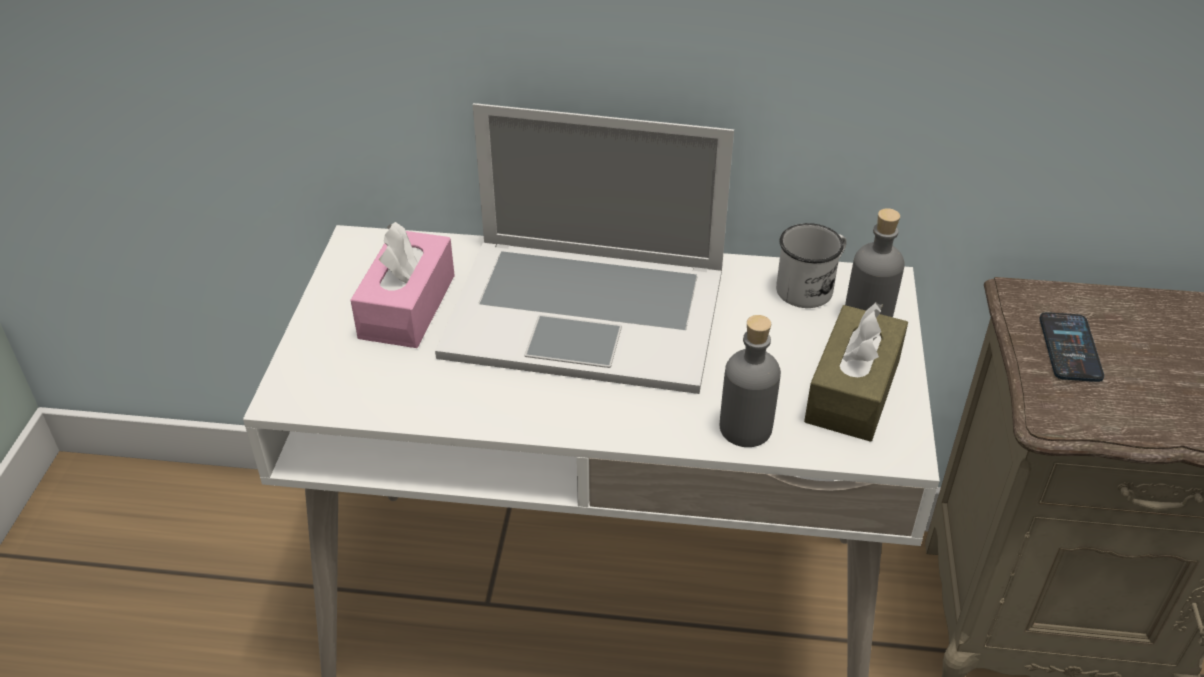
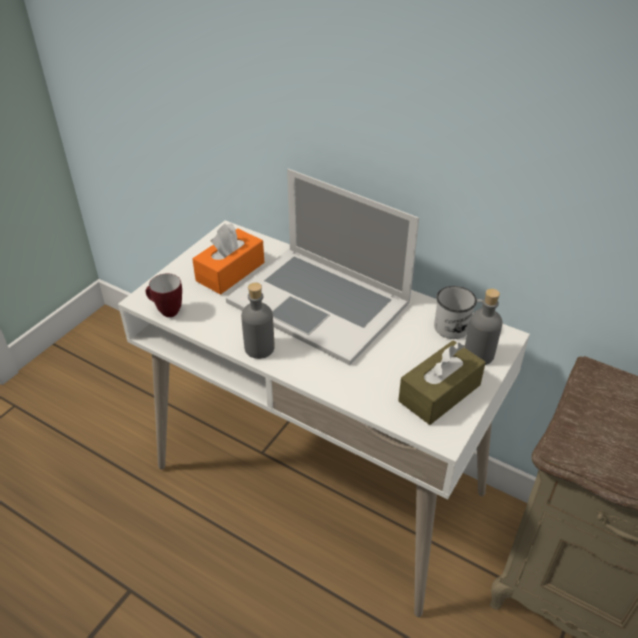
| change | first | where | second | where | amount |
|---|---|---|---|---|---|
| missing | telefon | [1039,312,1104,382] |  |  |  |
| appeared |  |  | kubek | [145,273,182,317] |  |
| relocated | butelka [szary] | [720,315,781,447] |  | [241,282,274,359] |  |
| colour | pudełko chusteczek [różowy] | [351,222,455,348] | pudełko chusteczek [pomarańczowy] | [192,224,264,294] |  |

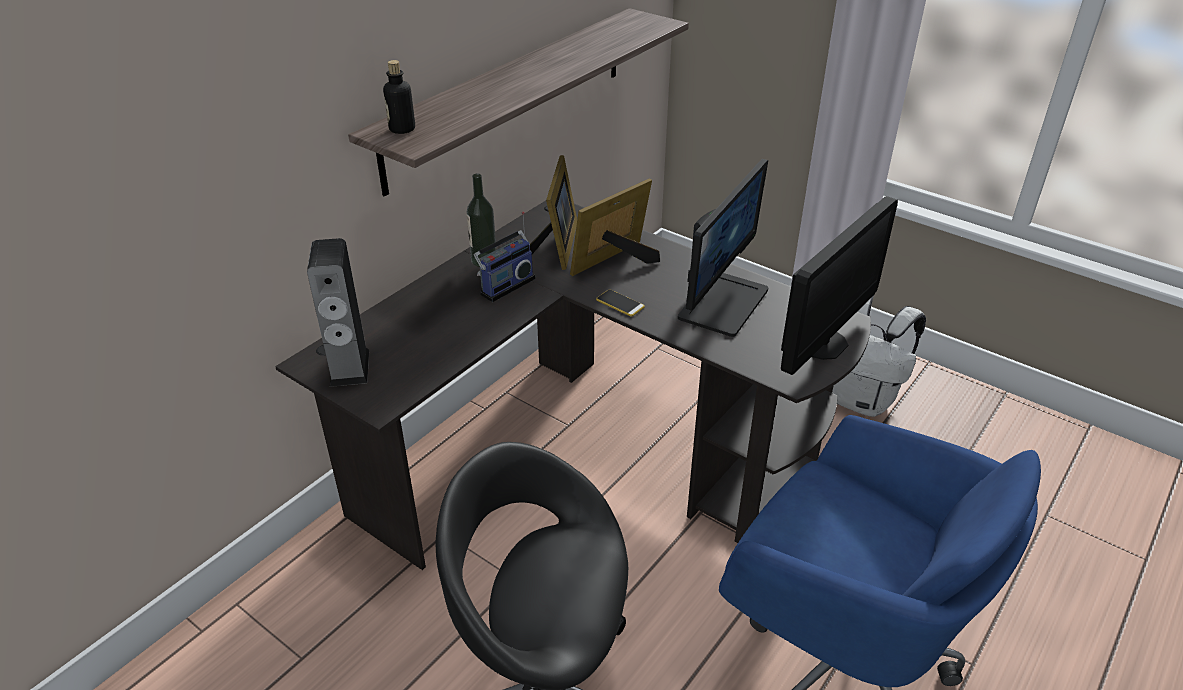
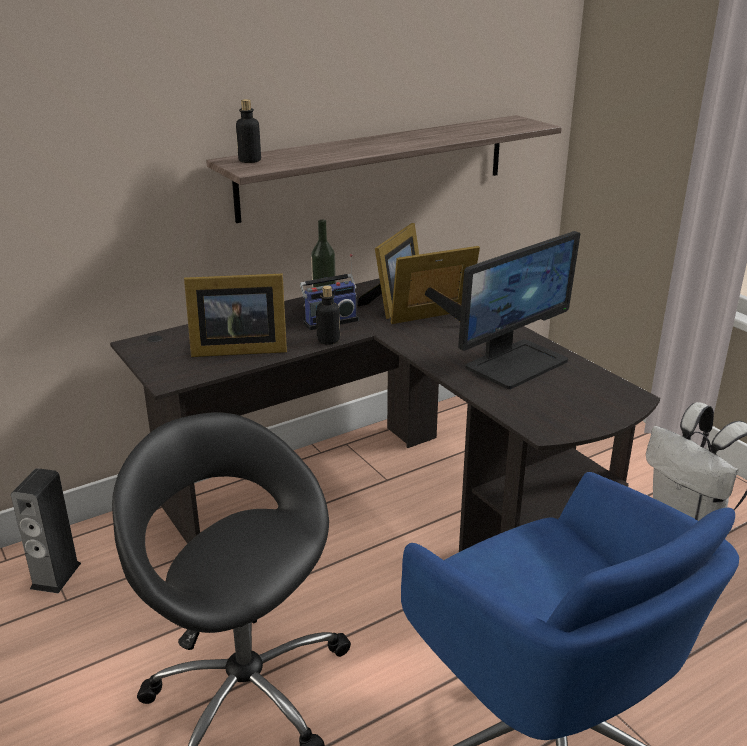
| change | first | where | second | where | amount |
|---|---|---|---|---|---|
| missing | telefon | [596,289,645,317] |  |  |  |
| missing | monitor | [781,196,898,375] |  |  |  |
| appeared |  |  | ramka na zdjęcie | [184,273,287,357] |  |
| appeared |  |  | butelka | [316,286,340,345] |  |
| relocated | głośnik | [307,238,369,387] |  | [11,468,81,593] |  |

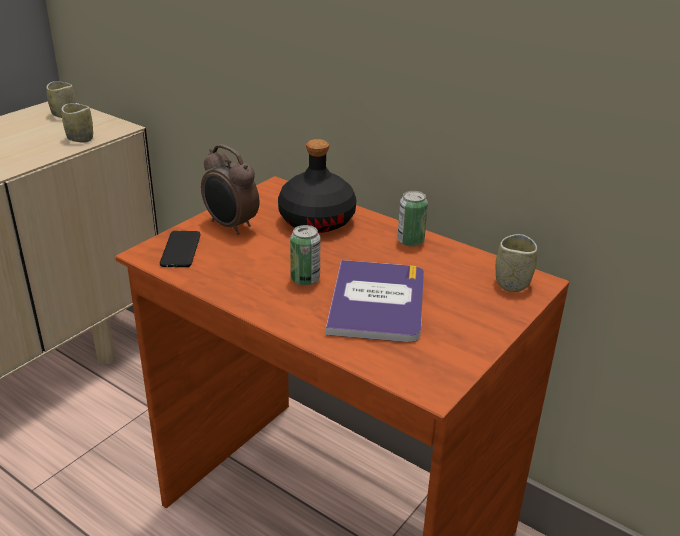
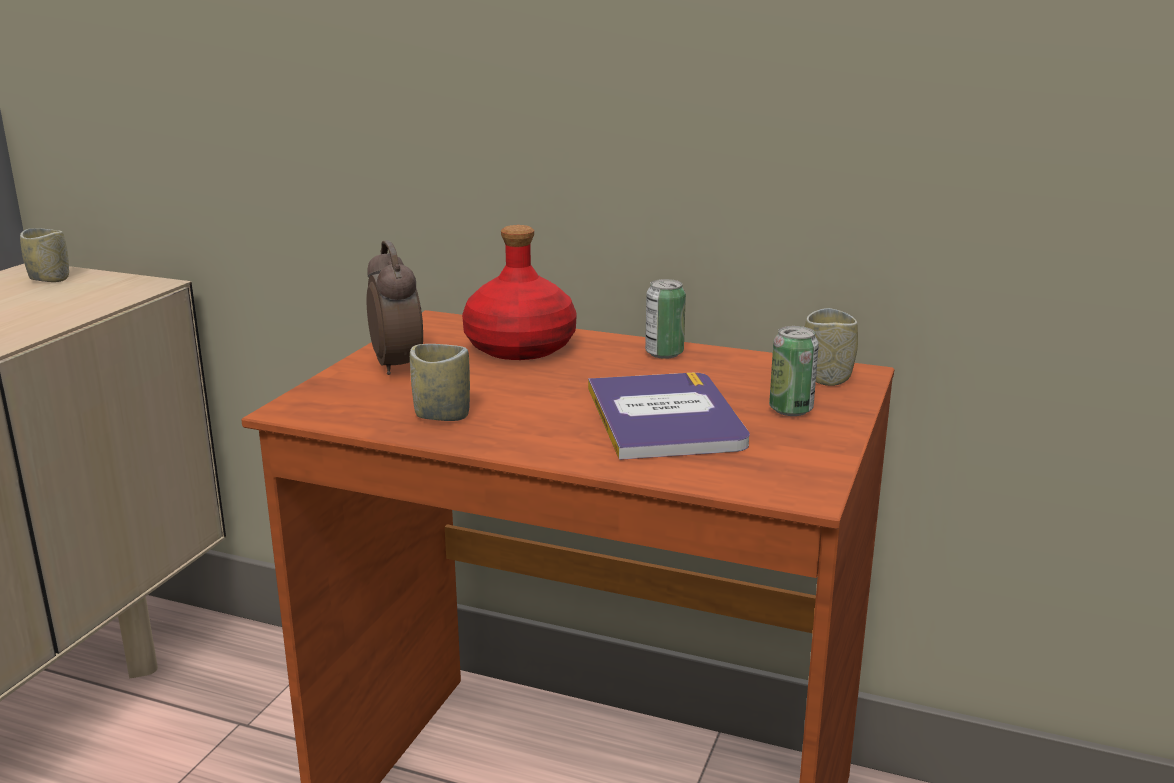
| change | first | where | second | where | amount |
|---|---|---|---|---|---|
| missing | telefon | [160,231,201,267] |  |  |  |
| relocated | filiżanka | [61,104,93,142] |  | [410,344,470,421] |  |
| relocated | puszka | [290,225,320,286] |  | [769,326,819,416] |  |
| colour | butelka [czarny] | [278,139,356,233] | butelka [czerwony] | [462,225,577,360] |  |
| spun | budzik | [201,145,259,235] |  | [366,240,423,375] | 135 degrees counterclockwise |

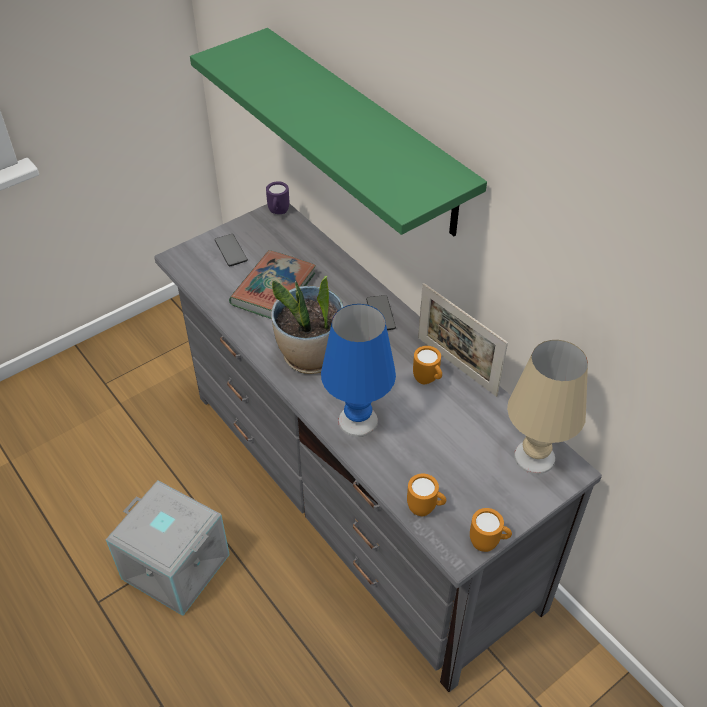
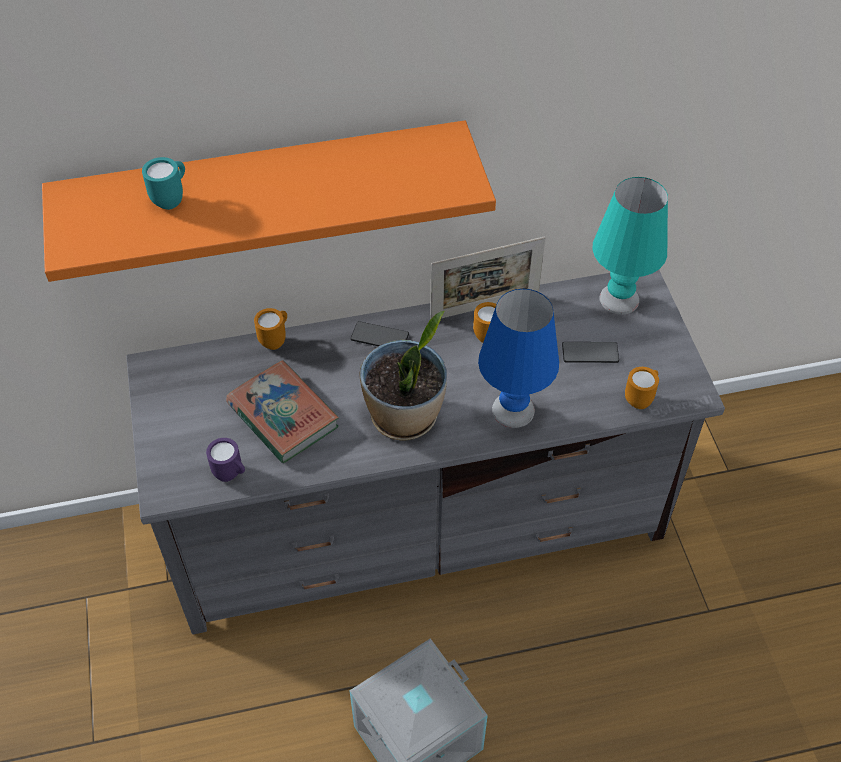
| change | first | where | second | where | amount |
|---|---|---|---|---|---|
| appeared |  |  | kubek [turkusowy] | [142,157,185,210] |  |
| relocated | telefon | [215,234,248,267] |  | [562,342,619,363] |  |
| relocated | kubek [fioletowy] | [266,181,289,214] |  | [206,438,245,482] |  |
| relocated | kubek [pomarańczowy] | [470,508,512,552] |  | [254,308,287,350] |  |
| colour | półka [zielony] | [190,28,487,236] | półka [pomarańczowy] | [42,120,496,282] |  |
| colour | lampa stołowa [beżowy] | [507,340,588,474] | lampa stołowa [turkusowy] | [592,177,668,314] |  |

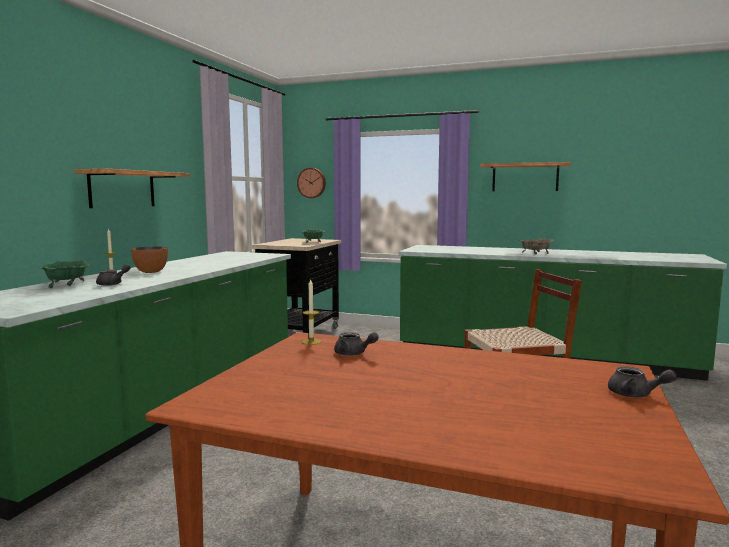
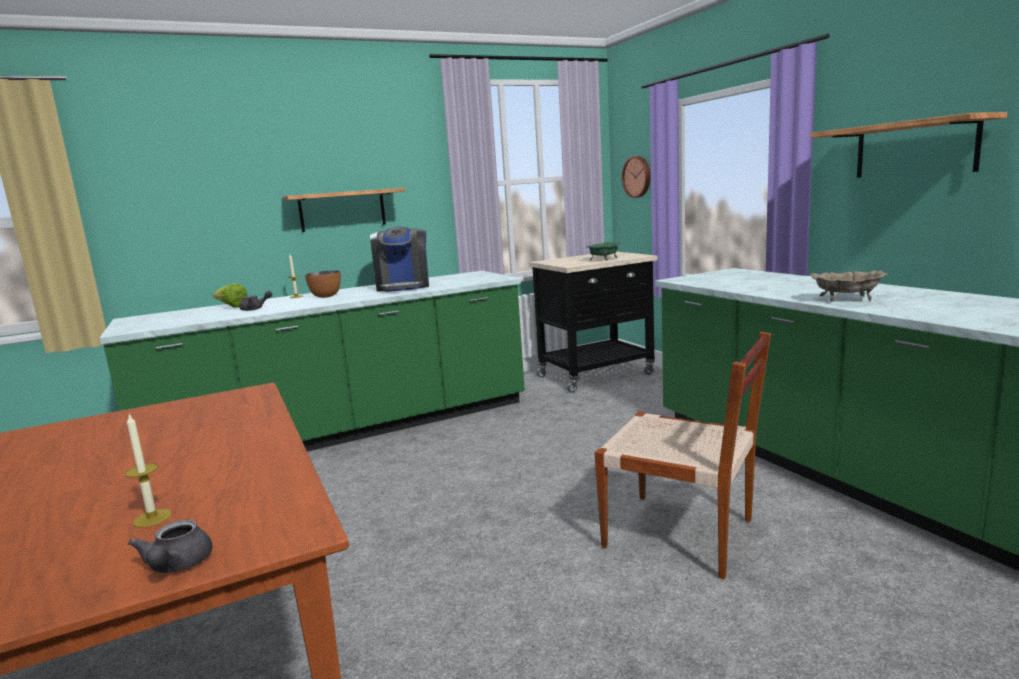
| change | first | where | second | where | amount |
|---|---|---|---|---|---|
| missing | imbryk [szary] | [334,332,379,356] |  |  |  |
| appeared |  |  | ekspres do kawy | [370,226,429,292] |  |
| relocated | świeca | [302,278,322,345] |  | [124,414,172,528] |  |
| exchanged | miska [zielony] | [39,261,90,288] | sałata | [213,283,248,308] |  |

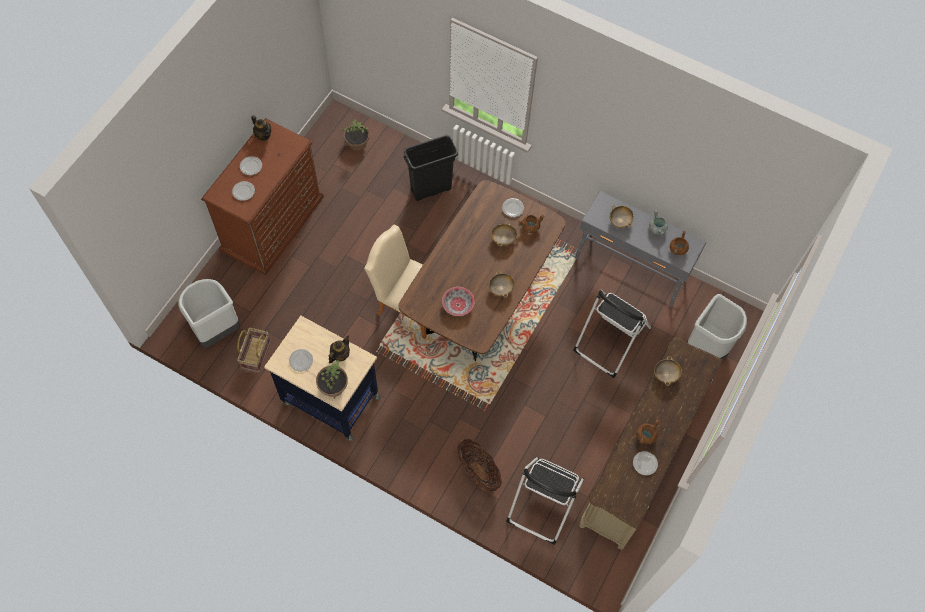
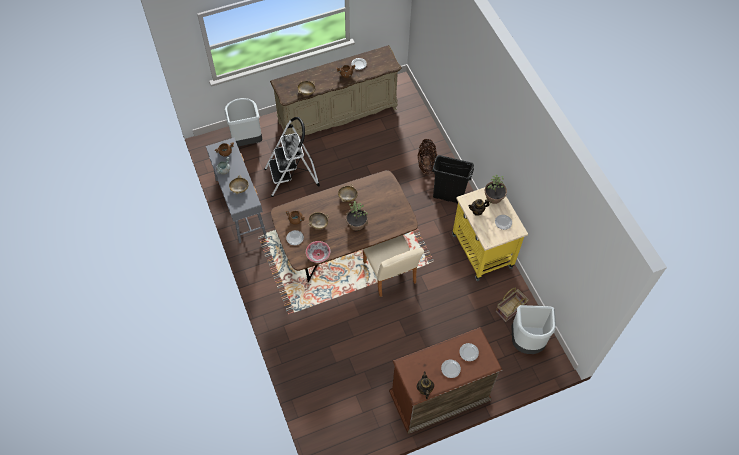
| change | first | where | second | where | amount |
|---|---|---|---|---|---|
| missing | drabinka | [506,457,584,545] |  |  |  |
| relocated | roślina doniczkowa | [343,119,369,150] |  | [346,201,368,231] |  |
| relocated | kosz na śmieci [czarny] | [403,135,458,201] |  | [432,155,474,204] |  |
| relocated | miska | [442,287,475,316] |  | [306,241,331,263] |  |
| colour | wózek [niebieski] | [264,315,381,441] | wózek [żółty] | [452,187,528,281] |  |

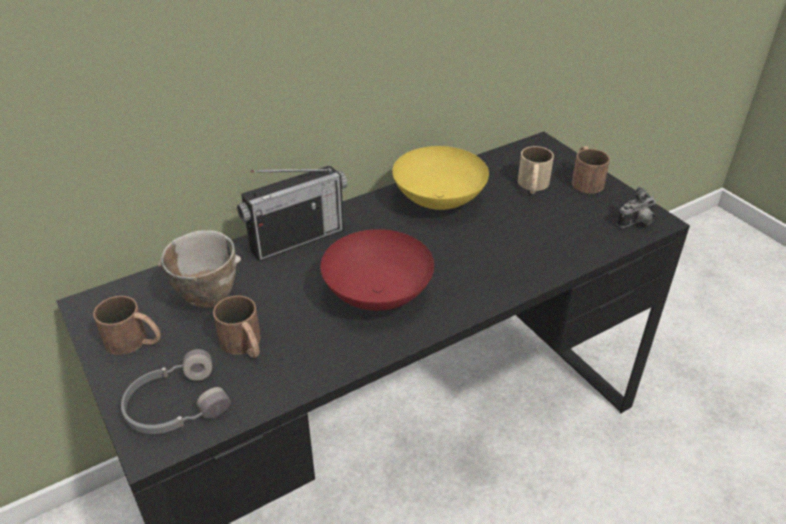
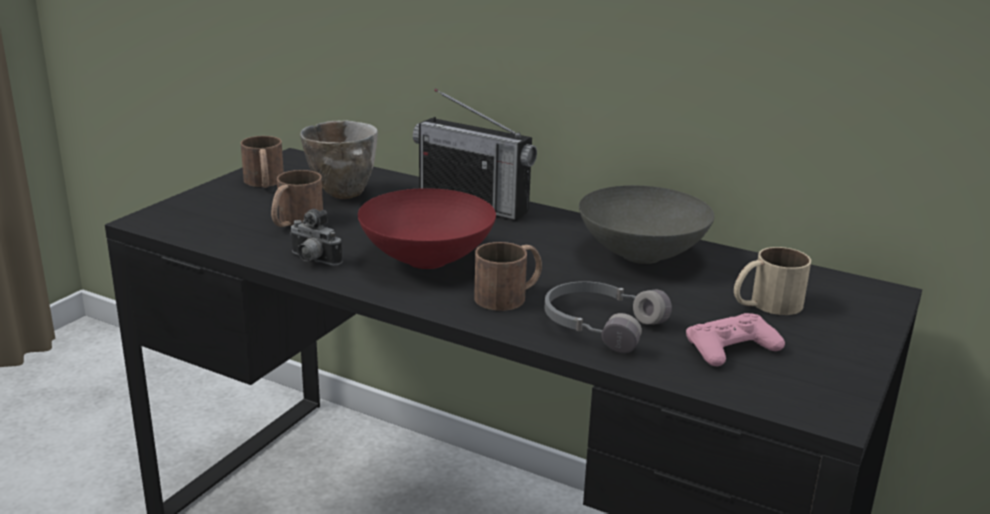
| change | first | where | second | where | amount |
|---|---|---|---|---|---|
| appeared |  |  | pad do gier [różowy] | [686,313,785,366] |  |
| relocated | słuchawki [szary] | [121,349,231,434] |  | [545,281,672,353] |  |
| relocated | kubek [brązowy] | [572,146,610,194] |  | [474,242,542,311] |  |
| relocated | aparat fotograficzny | [617,187,656,228] |  | [290,209,342,266] |  |
| colour | miska [żółty] | [392,146,489,210] | miska [szary] | [579,185,715,264] |  |

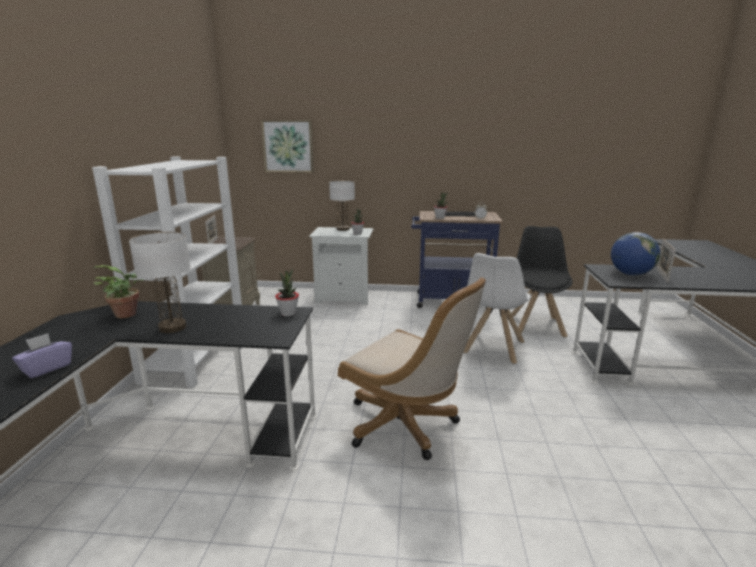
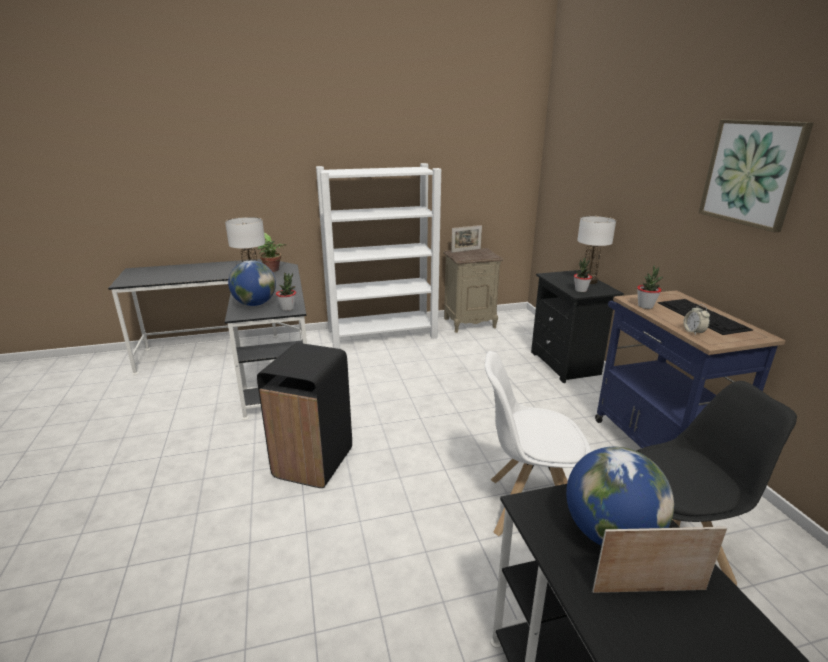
| change | first | where | second | where | amount |
|---|---|---|---|---|---|
| missing | pudełko chusteczek [fioletowy] | [12,333,72,378] |  |  |  |
| appeared |  |  | globus | [228,260,276,306] |  |
| relocated | obraz | [261,120,314,173] |  | [699,119,814,232] |  |
| exchanged | krzesło biurowe | [338,277,486,460] | kosz na śmieci [czarny] | [257,343,352,488] |  |
| colour | szafka nocna [biały] | [309,227,374,305] | szafka nocna [czarny] | [531,270,624,383] |  |

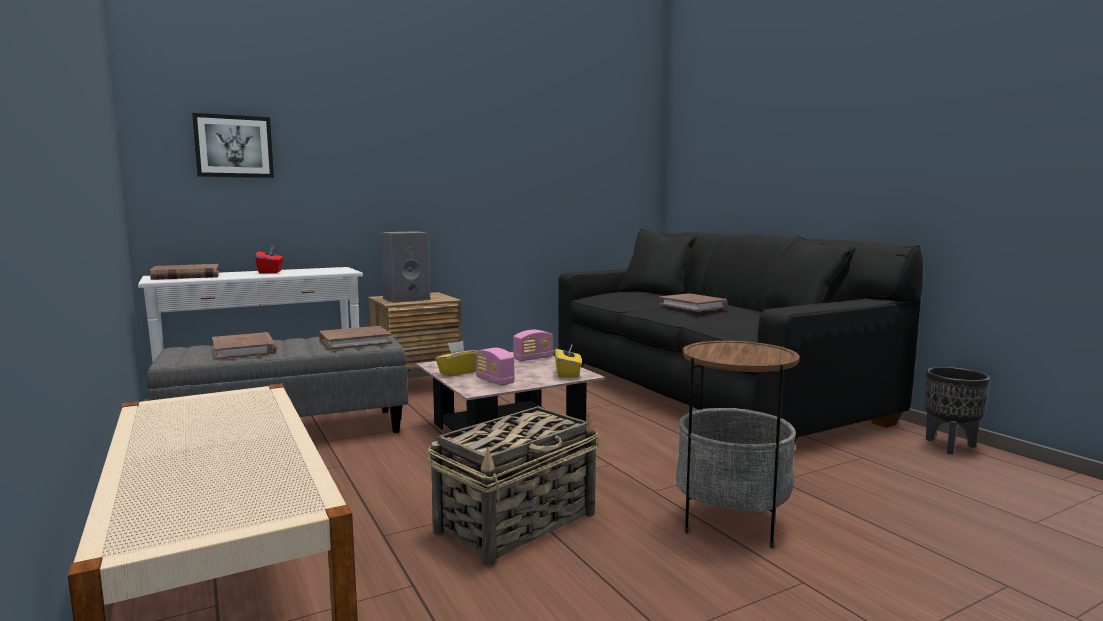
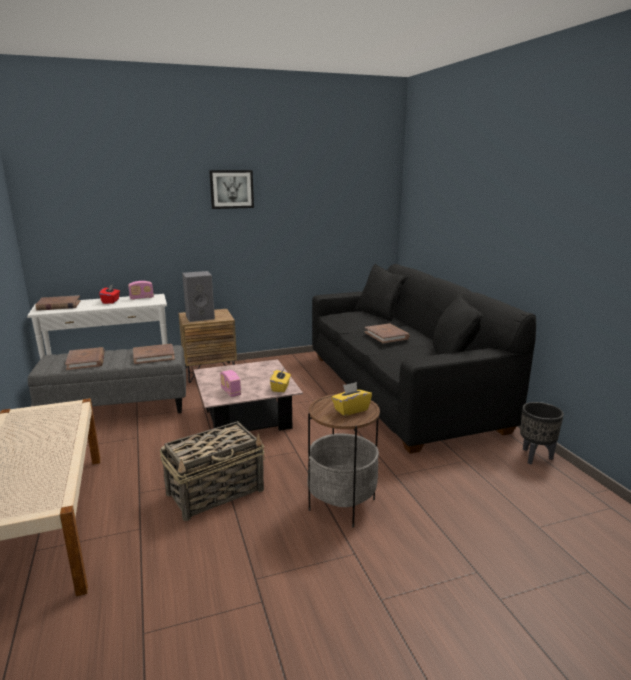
| change | first | where | second | where | amount |
|---|---|---|---|---|---|
| relocated | obraz | [192,113,274,178] |  | [209,170,254,209] |  |
| relocated | pudełko chusteczek [żółty] | [435,341,477,377] |  | [331,382,372,416] |  |
| relocated | radio | [513,330,553,362] |  | [128,281,154,300] |  |

